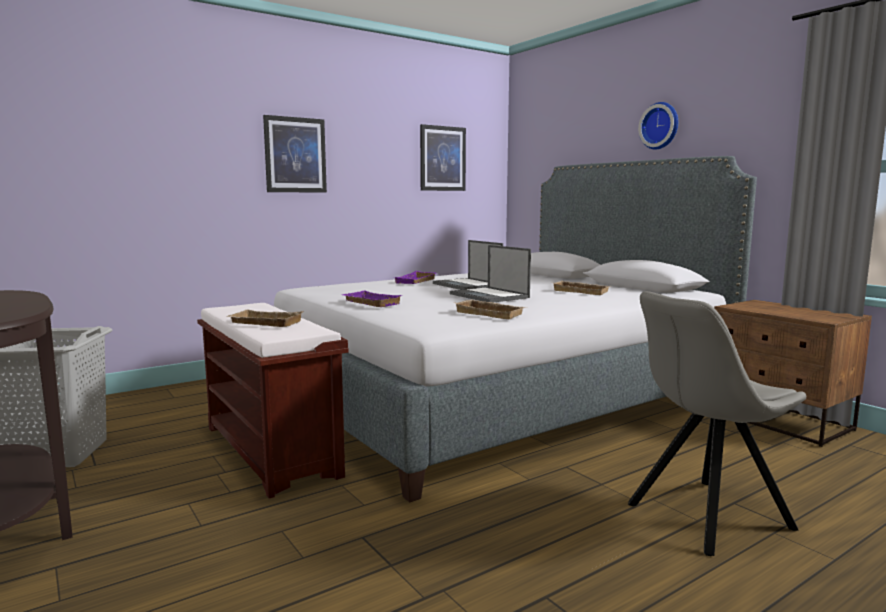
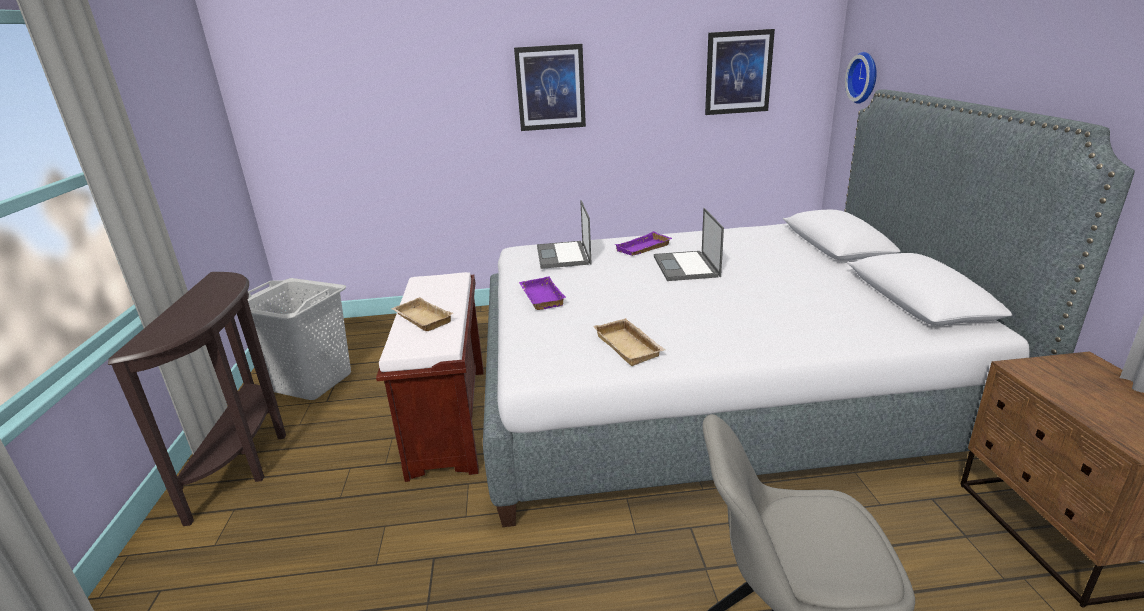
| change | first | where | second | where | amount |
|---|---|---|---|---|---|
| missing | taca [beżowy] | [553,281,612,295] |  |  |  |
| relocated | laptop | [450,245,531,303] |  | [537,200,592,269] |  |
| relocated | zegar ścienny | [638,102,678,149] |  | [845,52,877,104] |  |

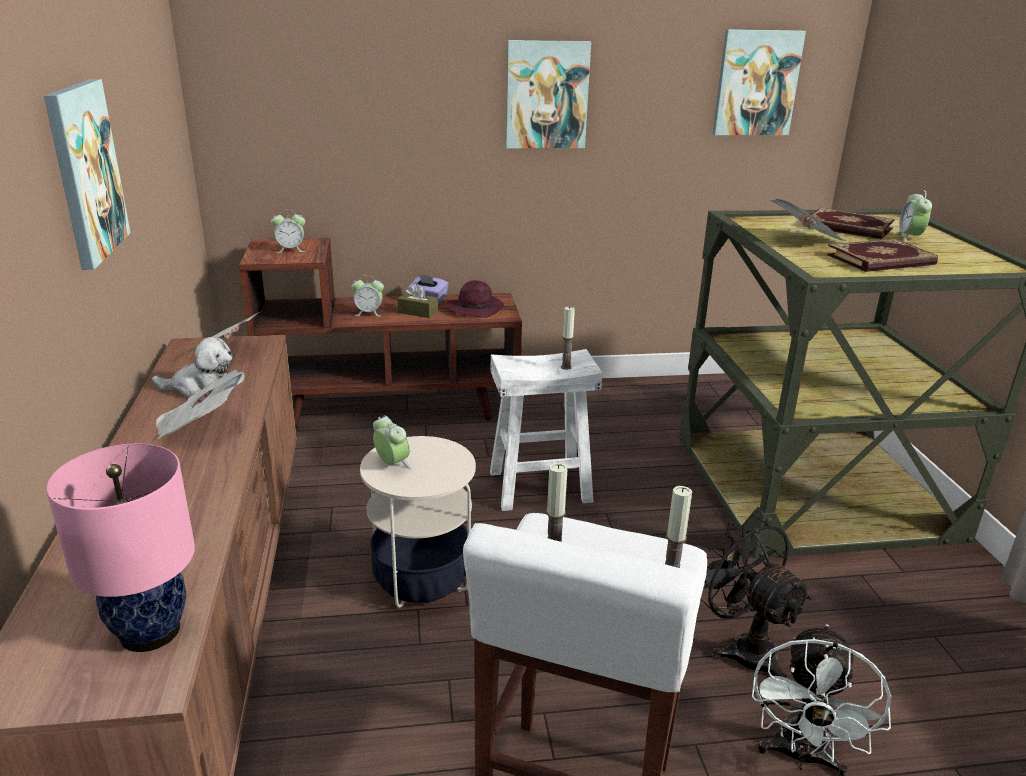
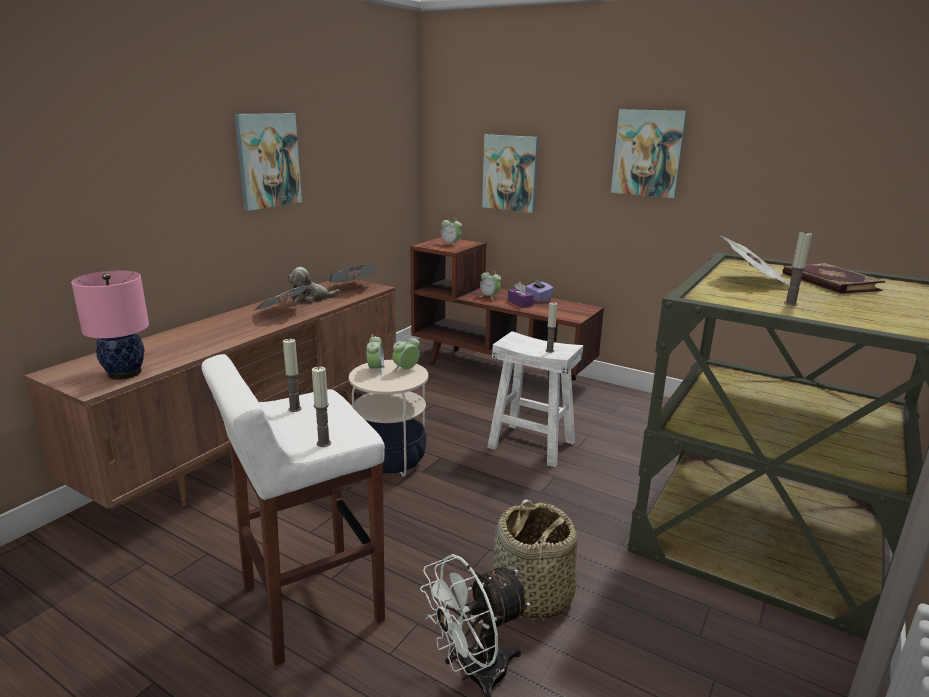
| change | first | where | second | where | amount |
|---|---|---|---|---|---|
| missing | kapelusz [fioletowy] | [447,280,504,318] |  |  |  |
| relocated | obraz | [713,29,806,135] |  | [482,134,539,213] |  |
| relocated | budzik | [896,190,932,242] |  | [392,335,420,371] |  |
| exchanged | wentylator [czarny] | [700,515,812,678] | koszyk | [493,499,577,621] |  |
| exchanged | książka | [827,239,938,272] | świeca | [784,231,812,306] |  |
| colour | pudełko chusteczek [brązowy] | [397,284,438,318] | pudełko chusteczek [fioletowy] | [508,282,534,308] |  |
| spun | pluszak | [152,337,233,398] |  | [288,267,340,303] | 120 degrees clockwise |

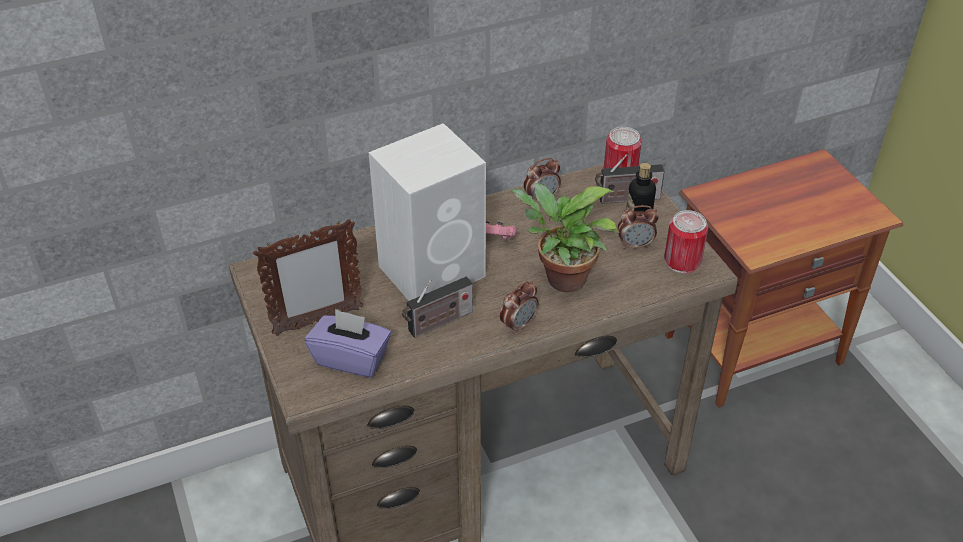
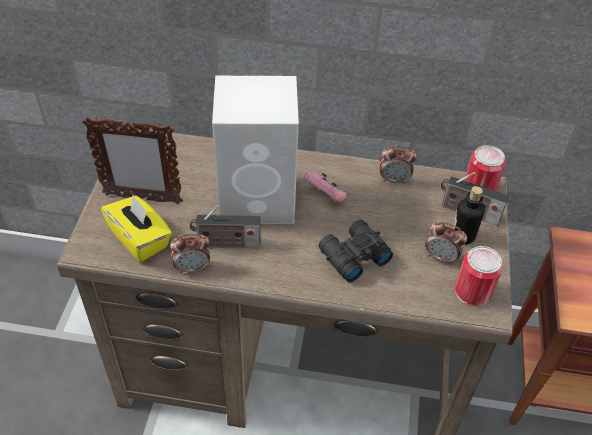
| change | first | where | second | where | amount |
|---|---|---|---|---|---|
| relocated | budzik | [500,281,538,335] |  | [170,234,210,274] |  |
| exchanged | roślina doniczkowa | [510,183,619,292] | lornetka [czarny] | [318,220,393,282] |  |
| colour | pudełko chusteczek [fioletowy] | [305,309,391,378] | pudełko chusteczek [żółty] | [101,195,172,262] |  |

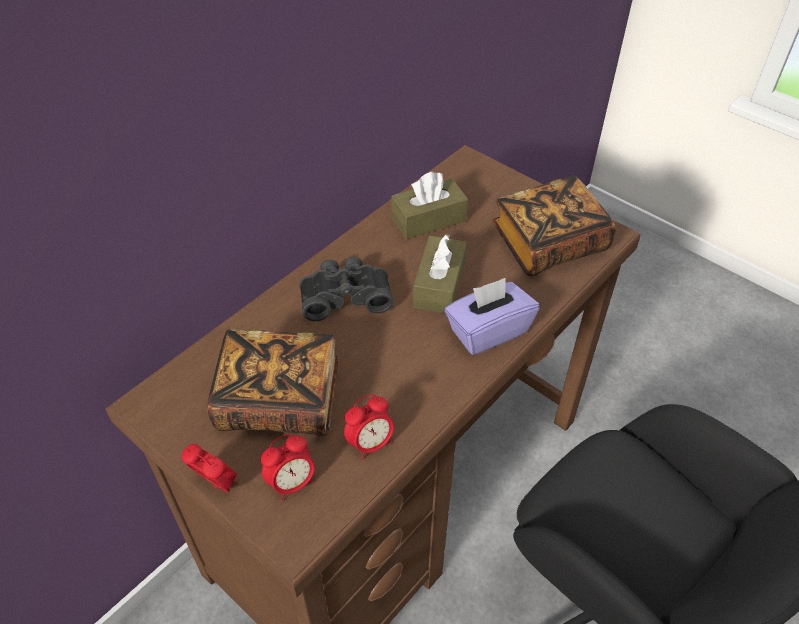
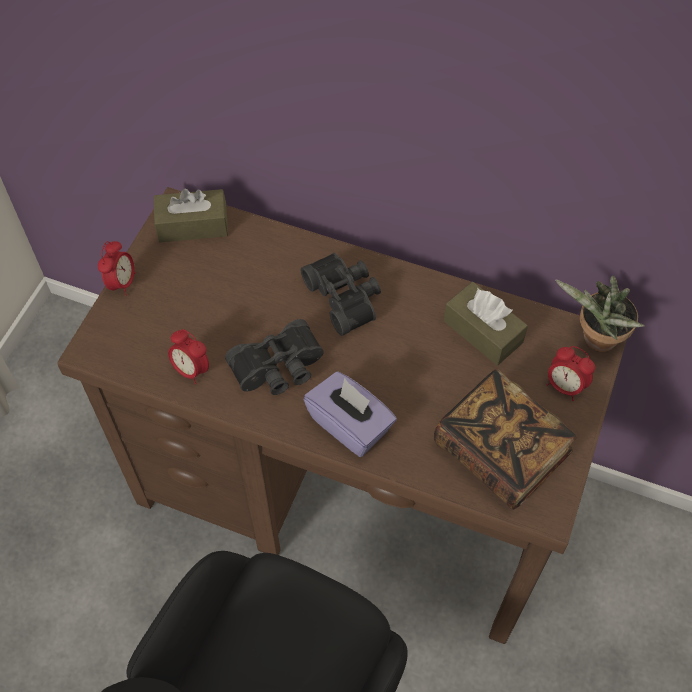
| change | first | where | second | where | amount |
|---|---|---|---|---|---|
| missing | książka | [208,329,339,436] |  |  |  |
| appeared |  |  | lornetka [czarny] | [225,319,324,395] |  |
| appeared |  |  | roślina doniczkowa | [555,276,645,352] |  |
| relocated | budzik | [261,434,314,501] |  | [547,346,595,401] |  |
| relocated | pudełko chusteczek [brązowy] | [413,234,467,314] |  | [154,189,228,242] |  |

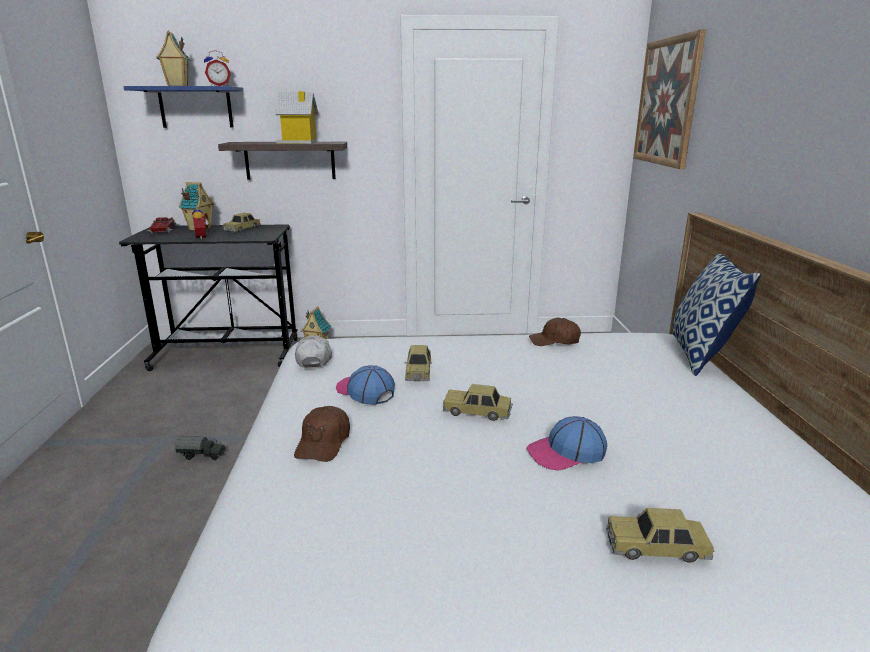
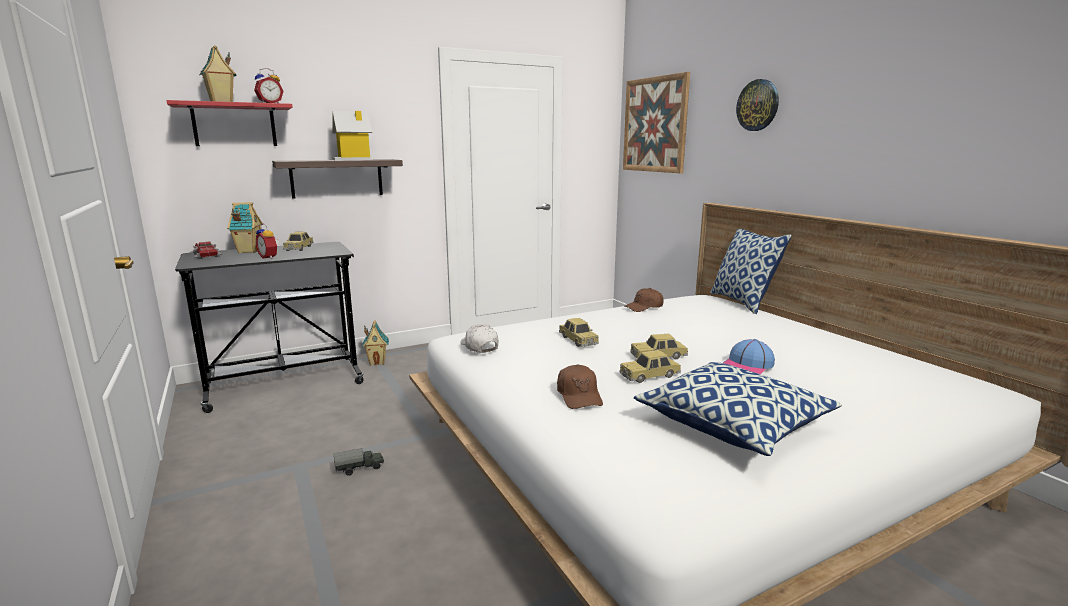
| change | first | where | second | where | amount |
|---|---|---|---|---|---|
| missing | czapka z daszkiem | [336,365,395,405] |  |  |  |
| appeared |  |  | poduszka | [634,362,842,456] |  |
| appeared |  |  | zegar ścienny | [736,79,779,131] |  |
| relocated | samochodzik | [606,508,714,563] |  | [620,350,681,383] |  |
| colour | półka [niebieski] | [123,86,244,128] | półka [czerwony] | [166,100,293,146] |  |

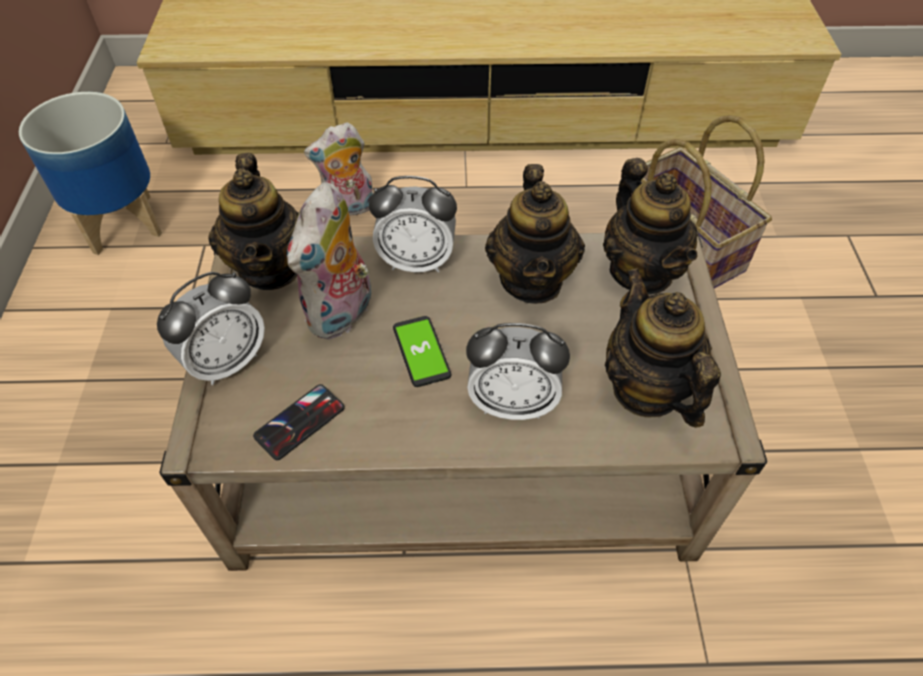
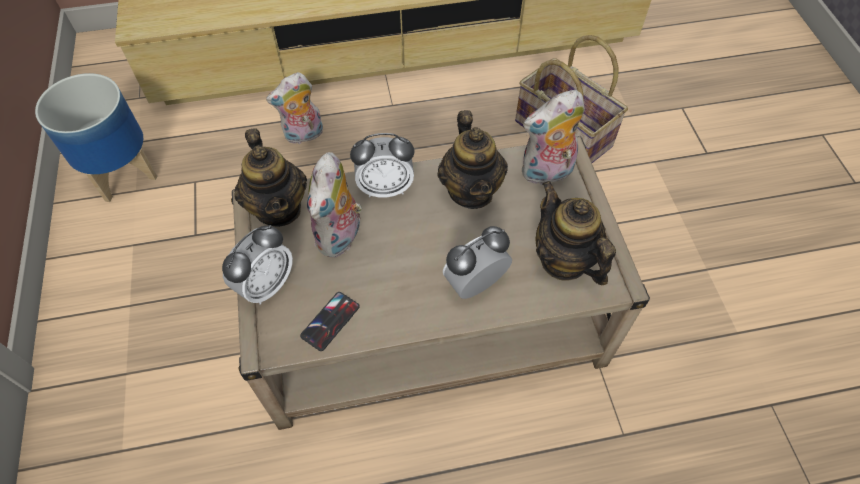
| change | first | where | second | where | amount |
|---|---|---|---|---|---|
| missing | telefon | [393,316,451,387] |  |  |  |
| exchanged | imbryk | [603,158,698,295] | pluszak | [522,90,585,186] |  |
| spun | budzik | [466,323,570,420] |  | [443,226,512,299] | 150 degrees clockwise |

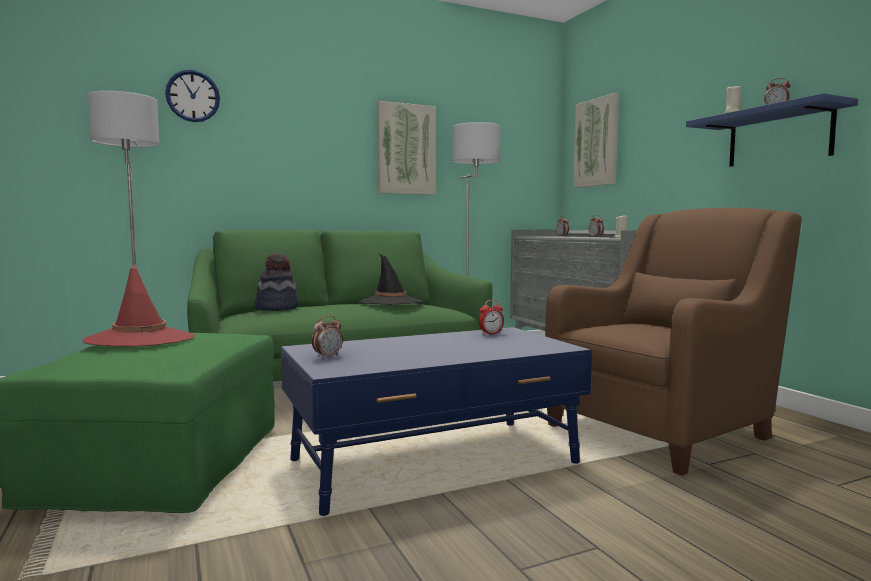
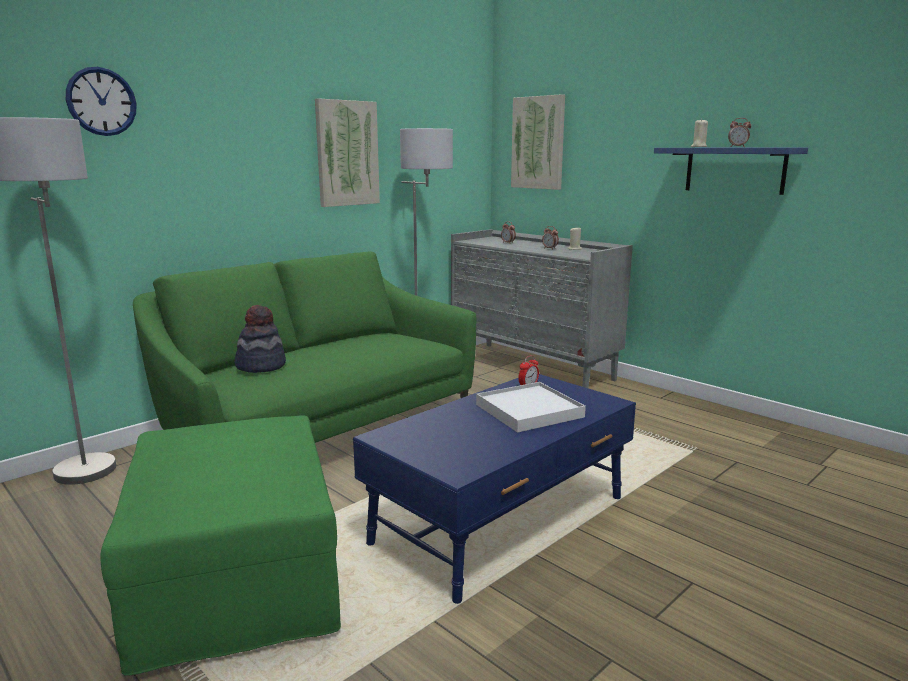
| change | first | where | second | where | amount |
|---|---|---|---|---|---|
| missing | kapelusz [czerwony] | [82,264,195,347] |  |  |  |
| missing | budzik | [312,315,343,359] |  |  |  |
| missing | kapelusz [czarny] | [357,254,423,304] |  |  |  |
| missing | fotel [brązowy] | [545,208,802,476] |  |  |  |
| appeared |  |  | taca [biały] | [476,382,586,433] |  |

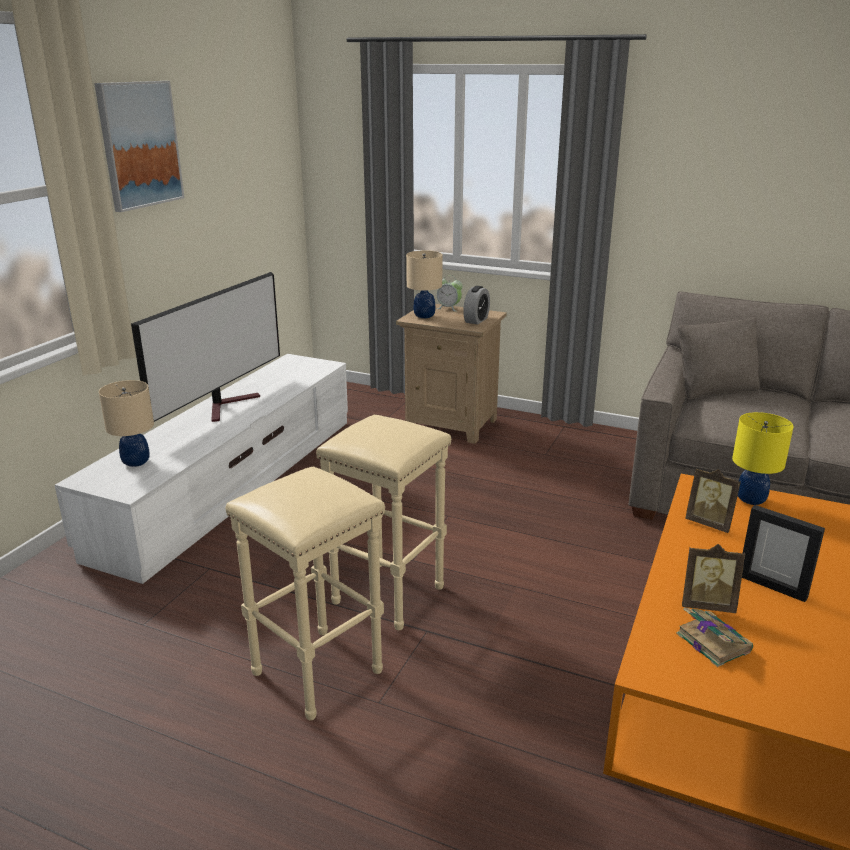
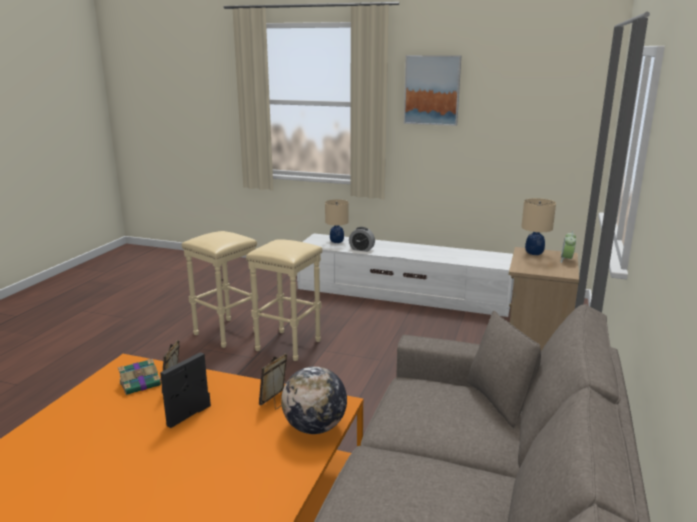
| change | first | where | second | where | amount |
|---|---|---|---|---|---|
| missing | telewizor | [131,272,280,422] |  |  |  |
| relocated | budzik | [463,286,490,324] |  | [349,227,375,252] |  |
| exchanged | lampa stołowa [żółty] | [732,412,794,505] | globus | [281,366,347,434] |  |

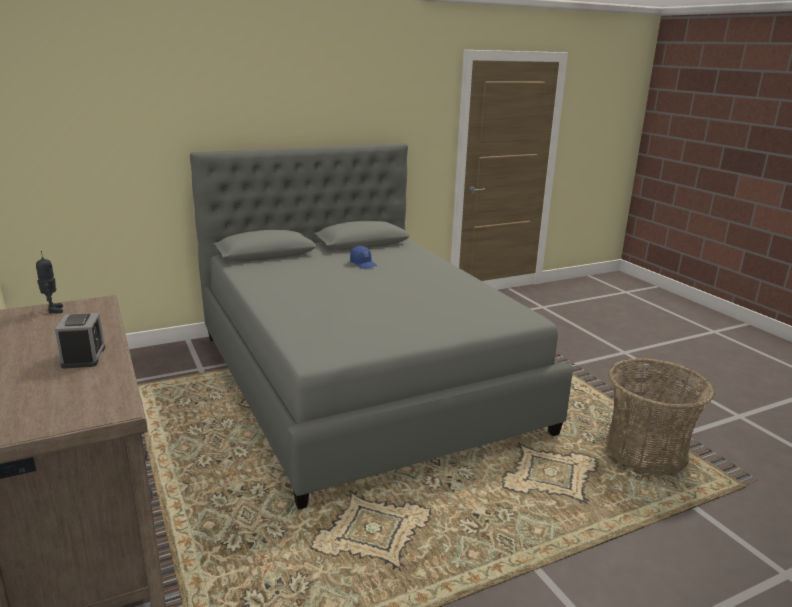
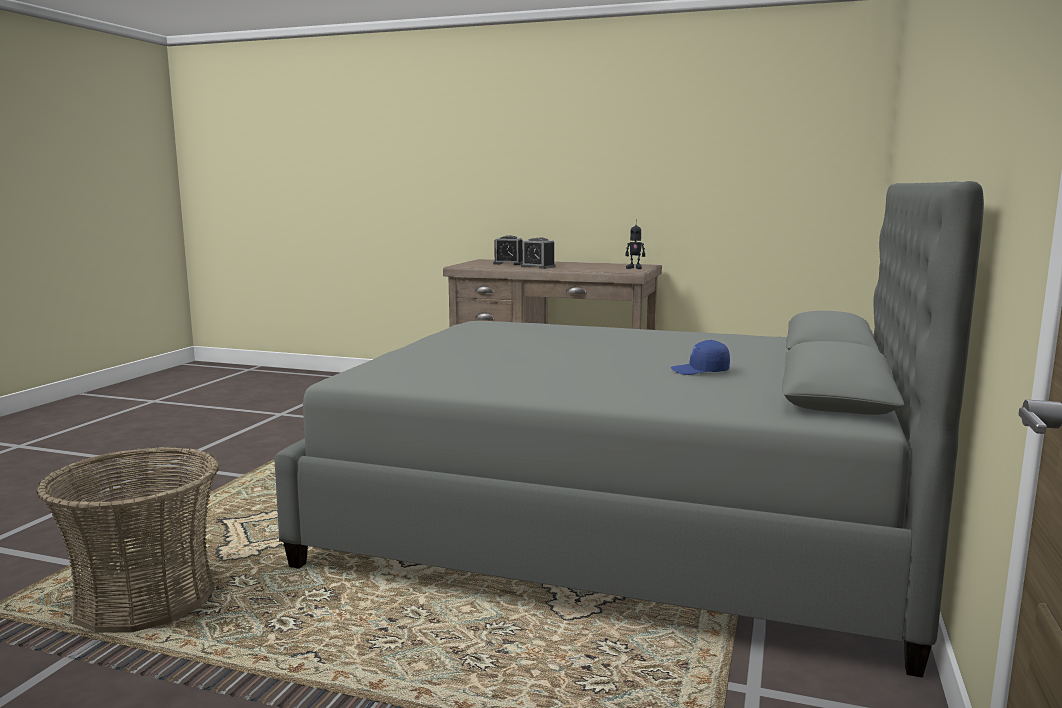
| change | first | where | second | where | amount |
|---|---|---|---|---|---|
| appeared |  |  | budzik | [493,235,523,265] |  |

